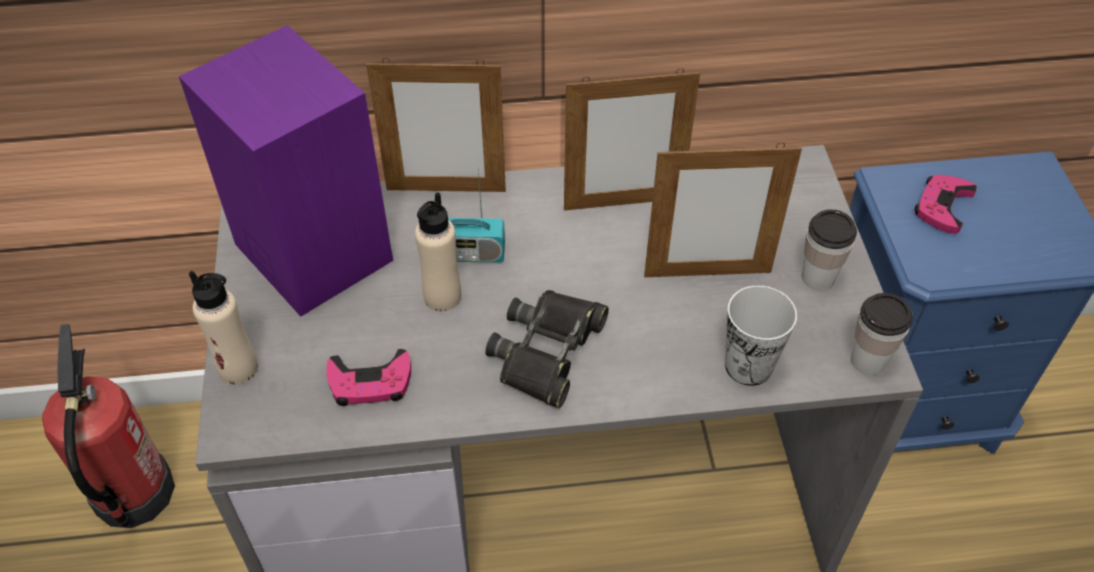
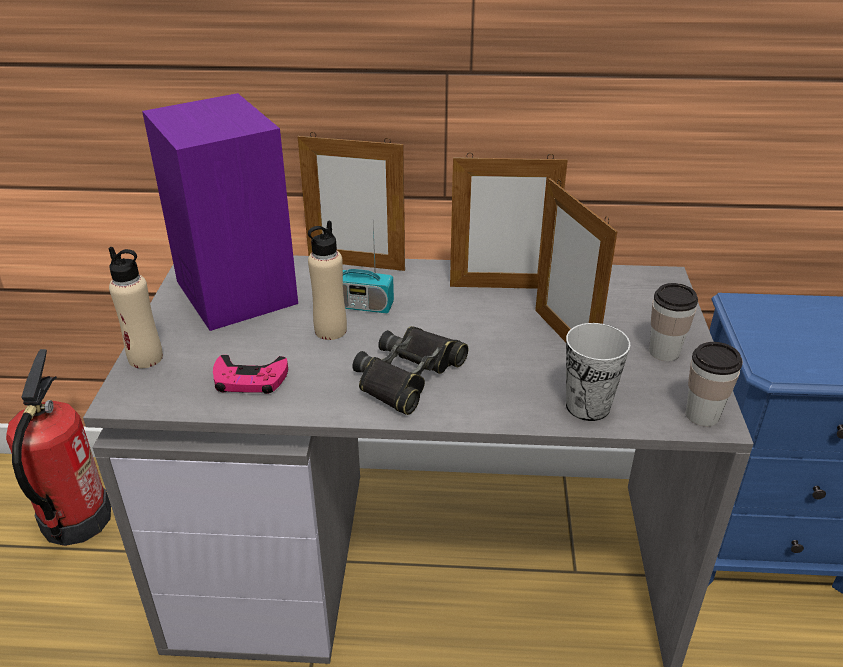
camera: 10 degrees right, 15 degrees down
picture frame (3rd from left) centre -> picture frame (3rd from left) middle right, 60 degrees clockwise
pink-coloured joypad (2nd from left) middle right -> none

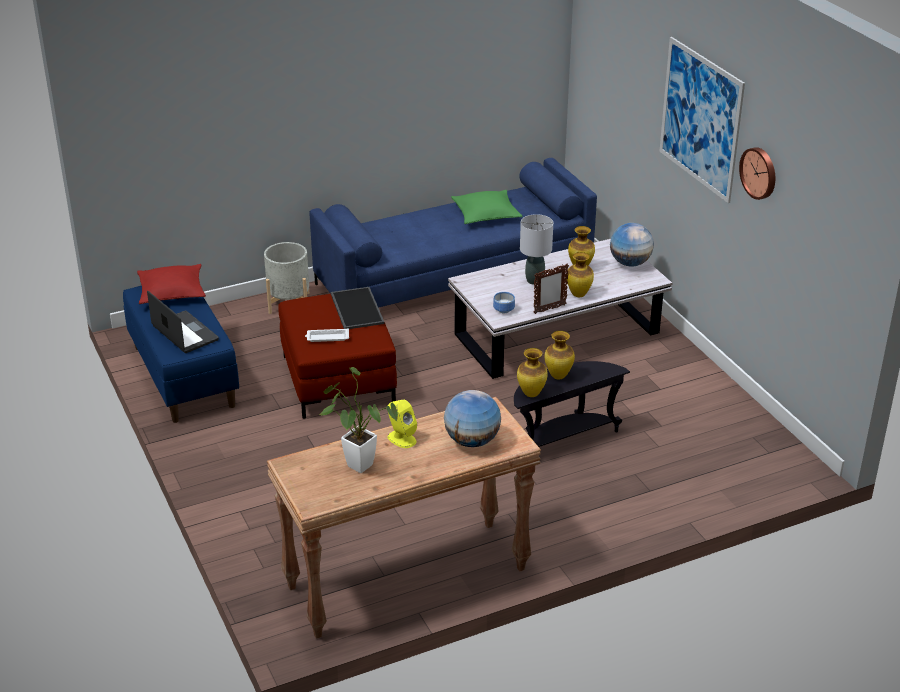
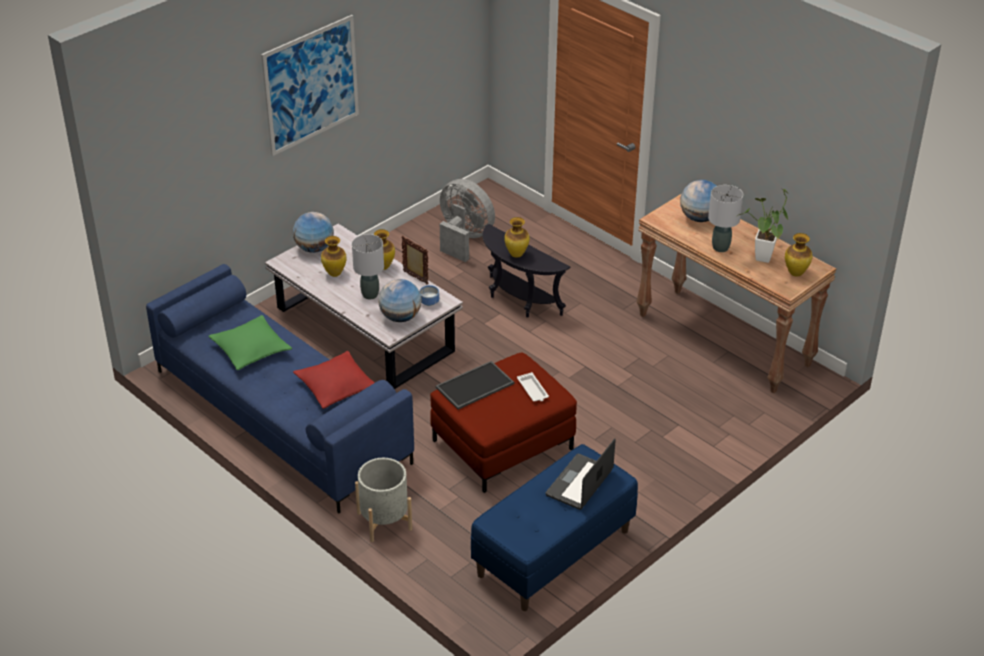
camera: 110 degrees left, 5 degrees up
red pillow middle left -> red pillow centre, move
yellow audio speaker centre -> grey lamp for a table (2nd from left) top right
decorative vase (1st from left in the first image) centre -> decorative vase (4th from left) middle right, move
hanging clock top right -> none
none -> globe (2nd from left) centre
none -> grey electric fan centre

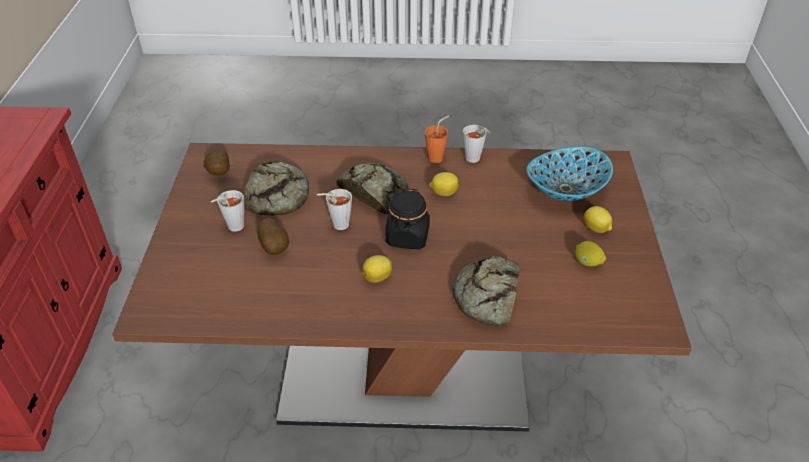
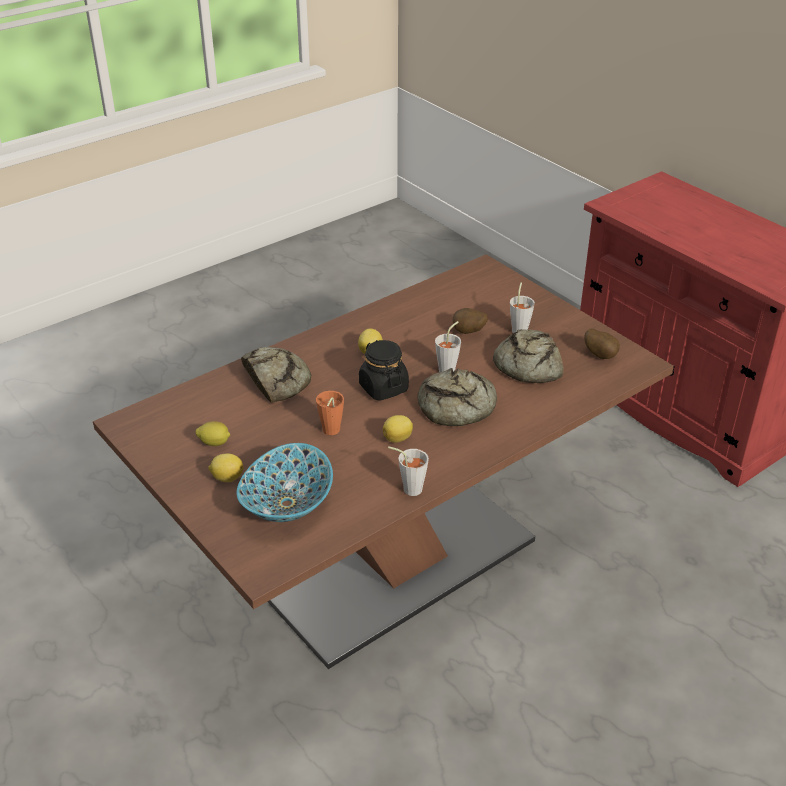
camera: 140 degrees right, 5 degrees down
orange drinking cup top centre -> orange drinking cup centre, move

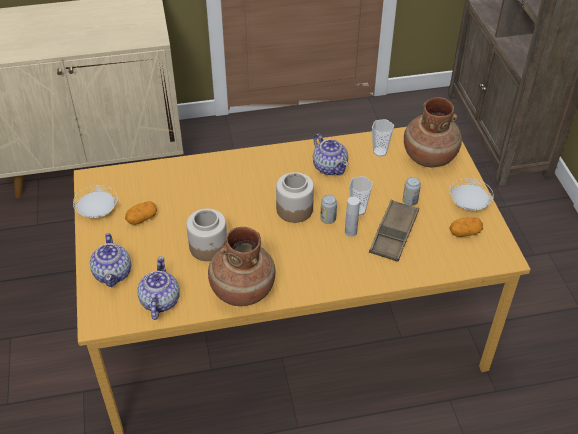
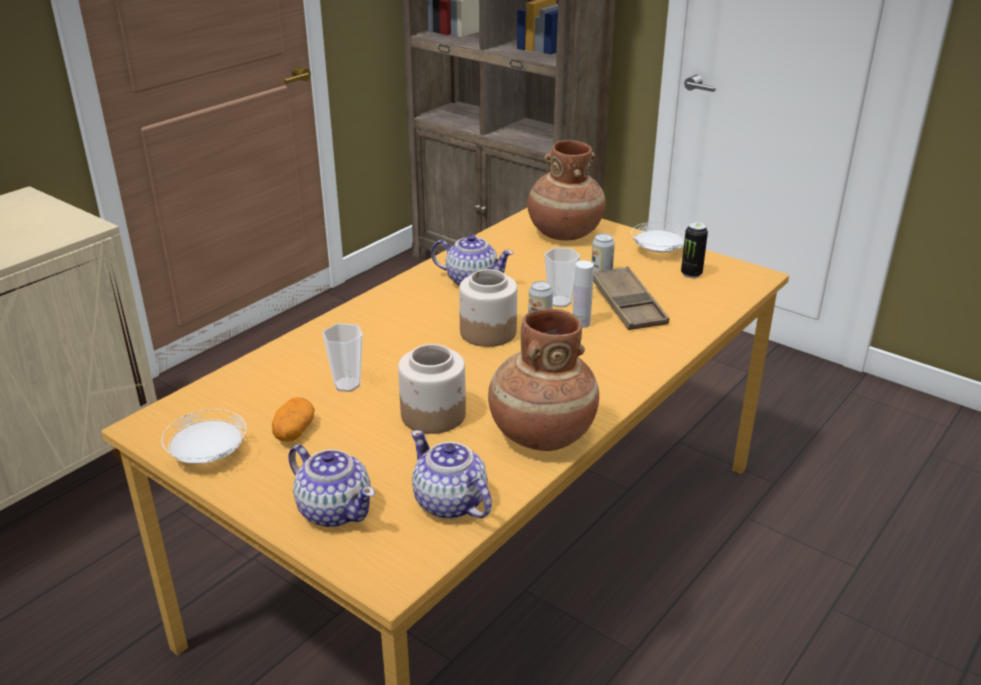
camera: 40 degrees left, 15 degrees down
drinking cup (2nd from left in the first image) top centre -> drinking cup (1st from left) centre, move
potato (2nd from left) middle right -> sealed can (3rd from left) middle right

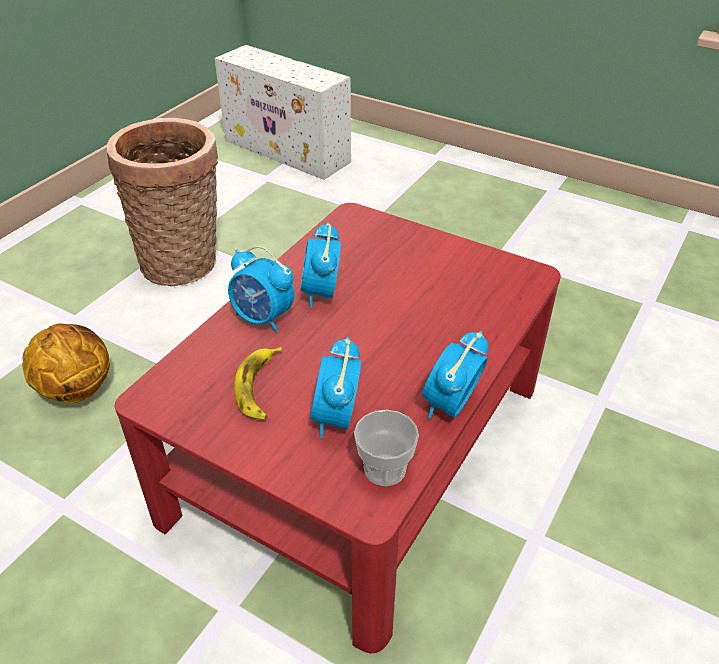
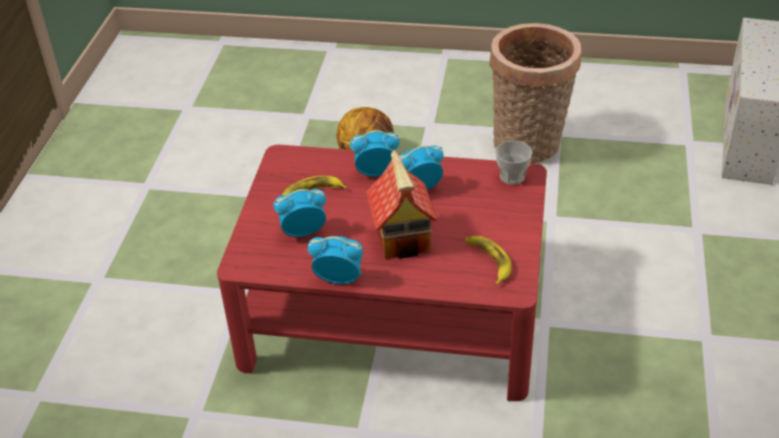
camera: 70 degrees right, 0 degrees up
table clock (1st from left in the first image) centre -> table clock (3rd from left) centre, 75 degrees clockwise
drinking cup bottom centre -> drinking cup centre, move
none -> toy house centre
none -> whole banana (2nd from left) centre

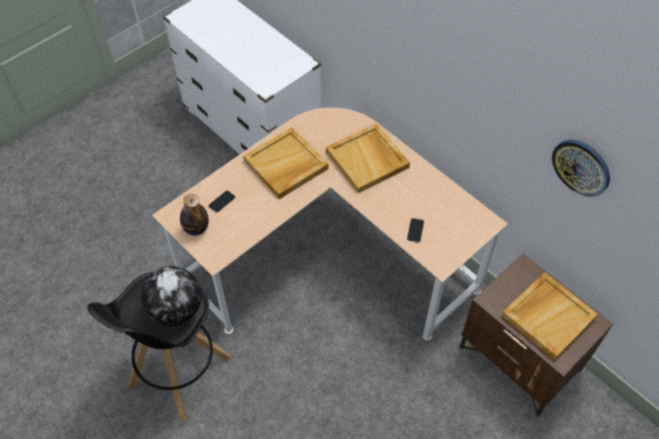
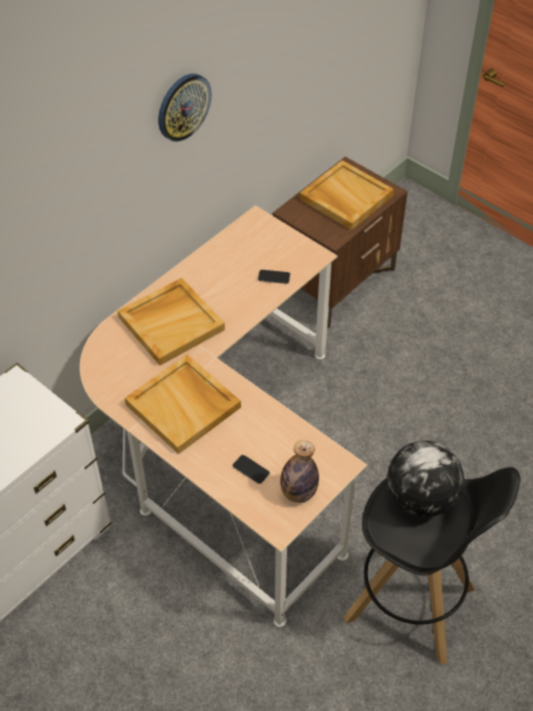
camera: 95 degrees left, 5 degrees down
hanging clock middle right -> hanging clock top centre, move

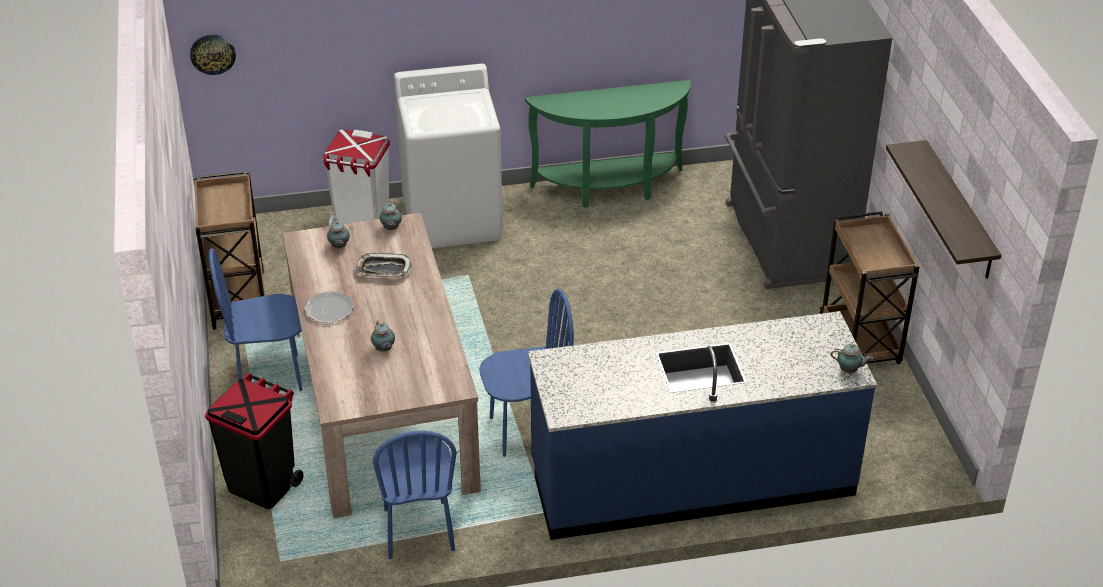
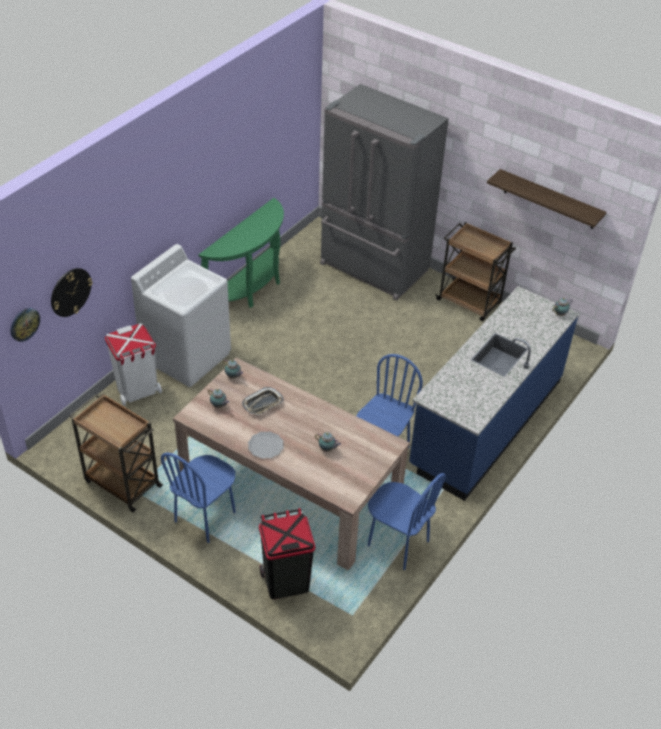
camera: 45 degrees left, 5 degrees up
none -> hanging clock (2nd from left) middle left

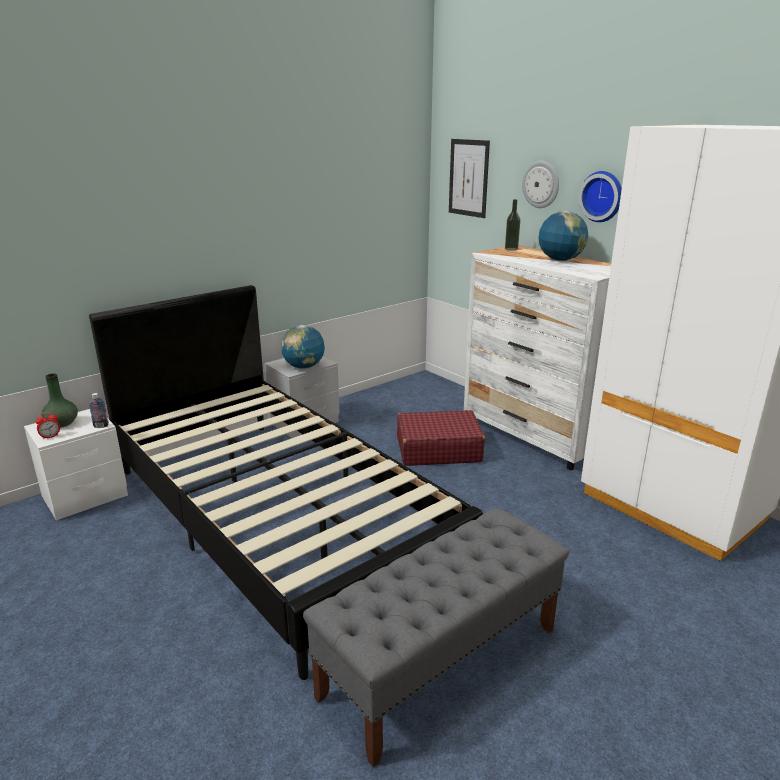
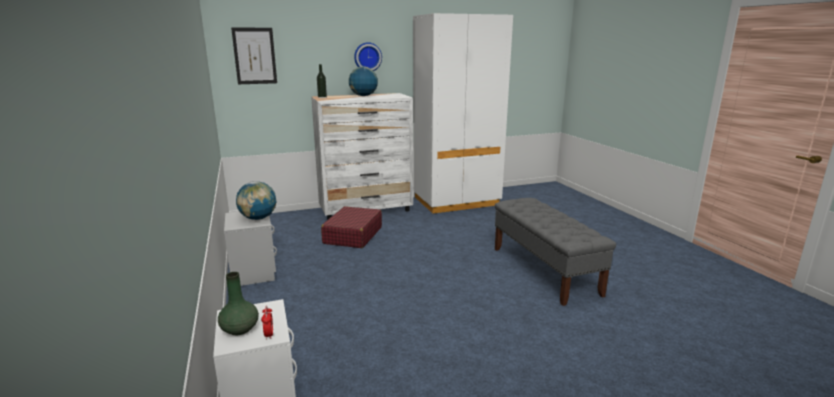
camera: 70 degrees left, 5 degrees down
black-coloured sleeping bed centre -> none
drink bottle (1st from left) middle left -> none
hanging clock (1st from left) top right -> none

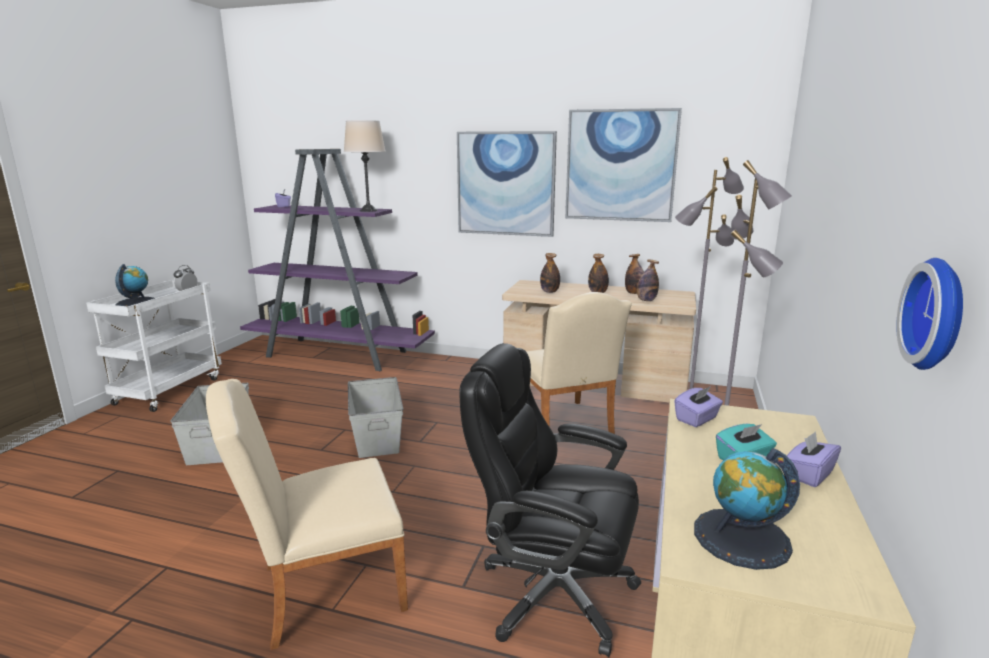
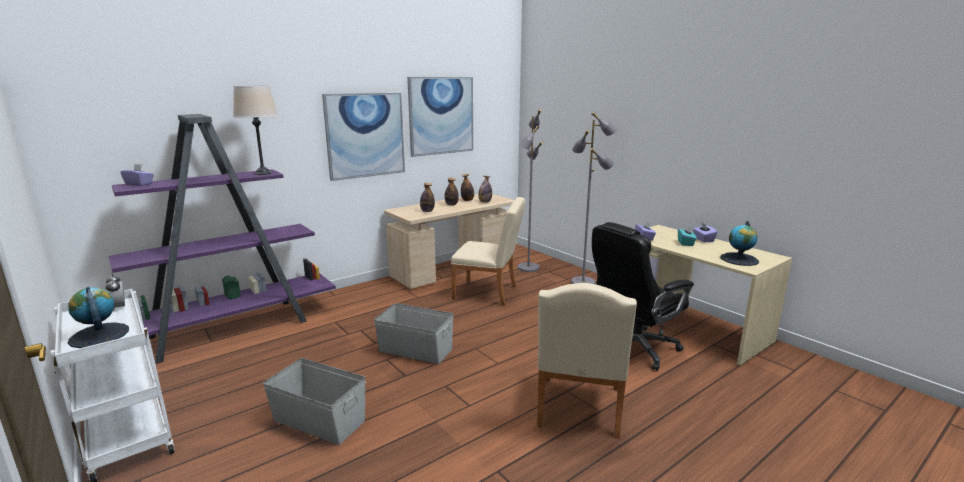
camera: 55 degrees left, 0 degrees up
hanging clock middle right -> none

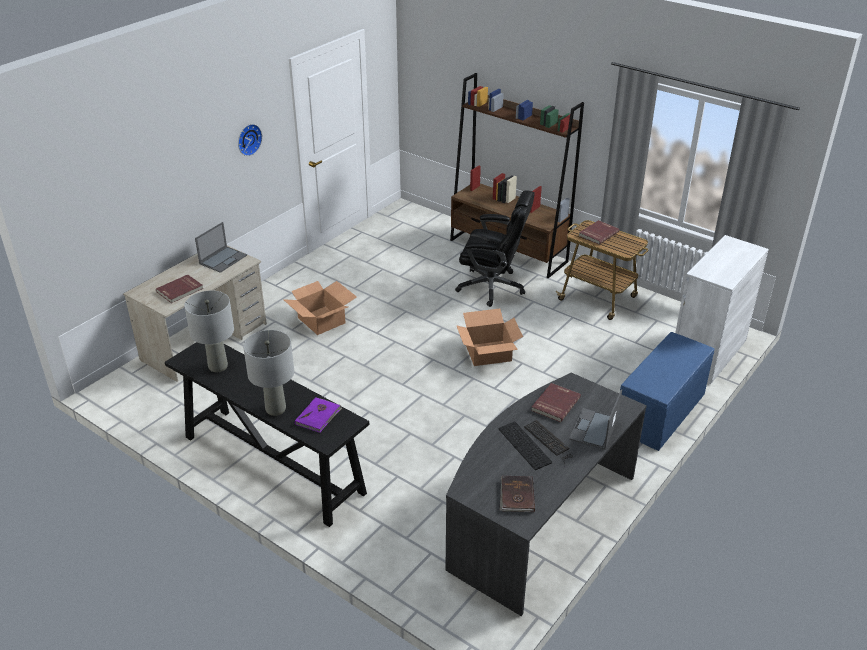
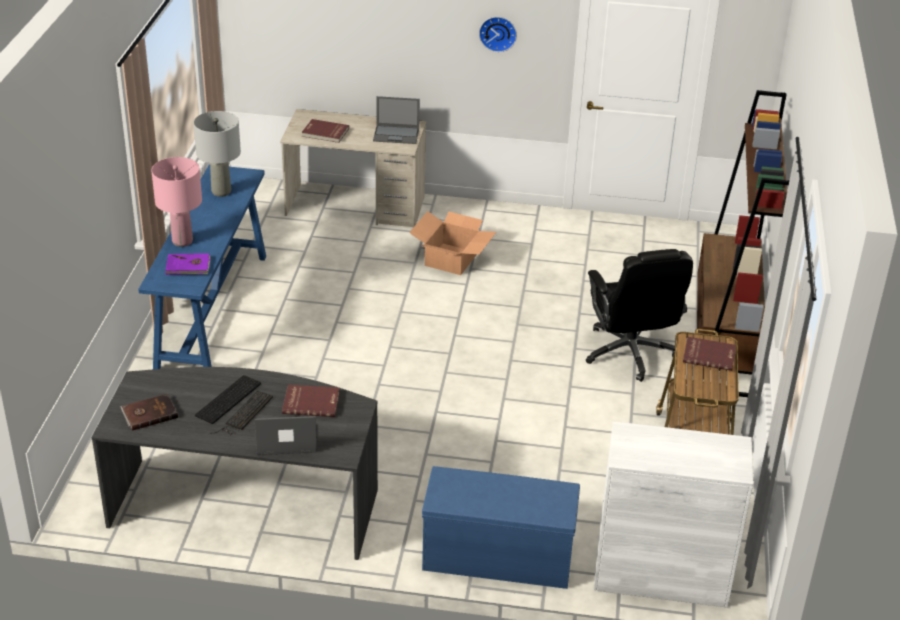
camera: 60 degrees right, 0 degrees up
black-coloured console table bottom left -> blue-coloured console table middle left
grey lamp for a table (2nd from left) middle left -> pink-coloured lamp for a table top left
cardboard box (2nd from left) centre -> none

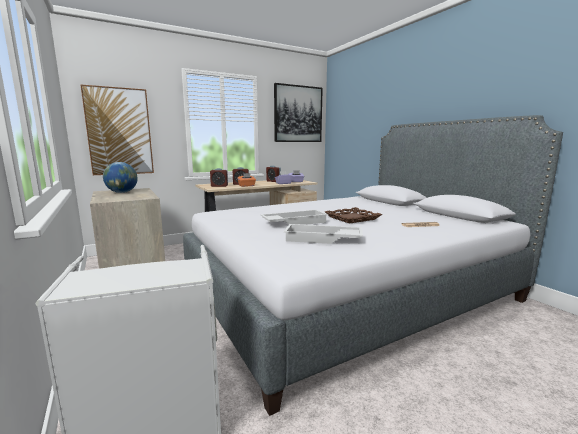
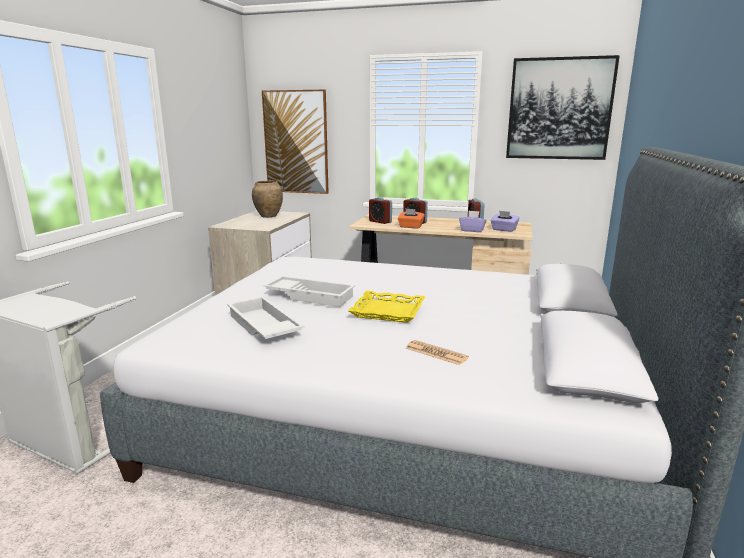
camera: 45 degrees right, 5 degrees up
globe middle left -> brown decorative vase centre
brown carrying tray centre -> yellow carrying tray centre

